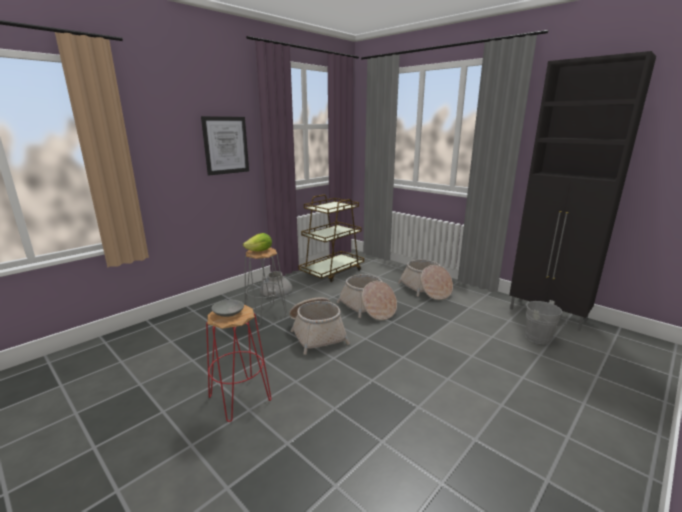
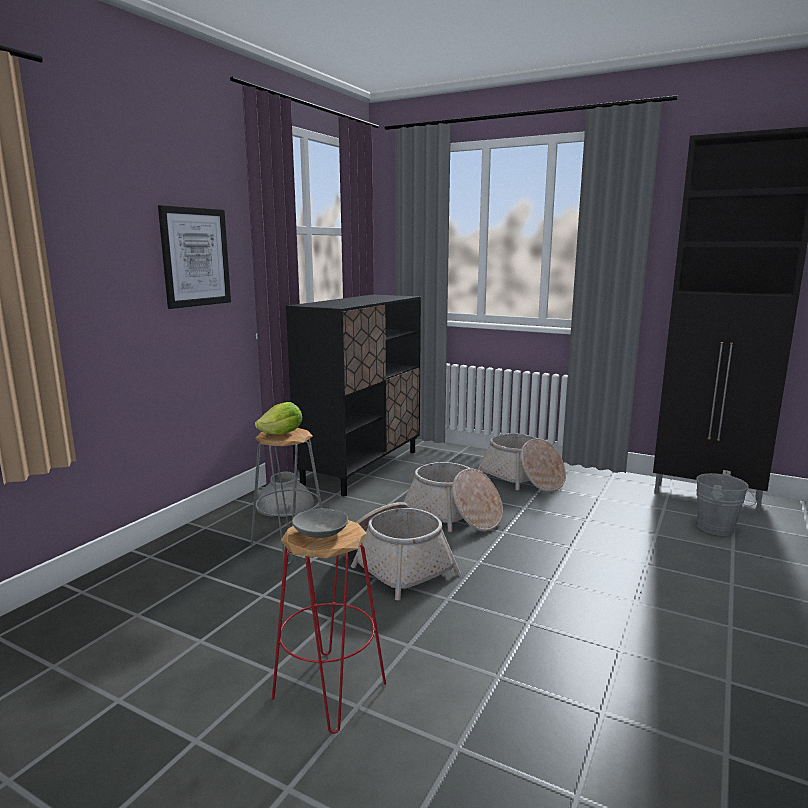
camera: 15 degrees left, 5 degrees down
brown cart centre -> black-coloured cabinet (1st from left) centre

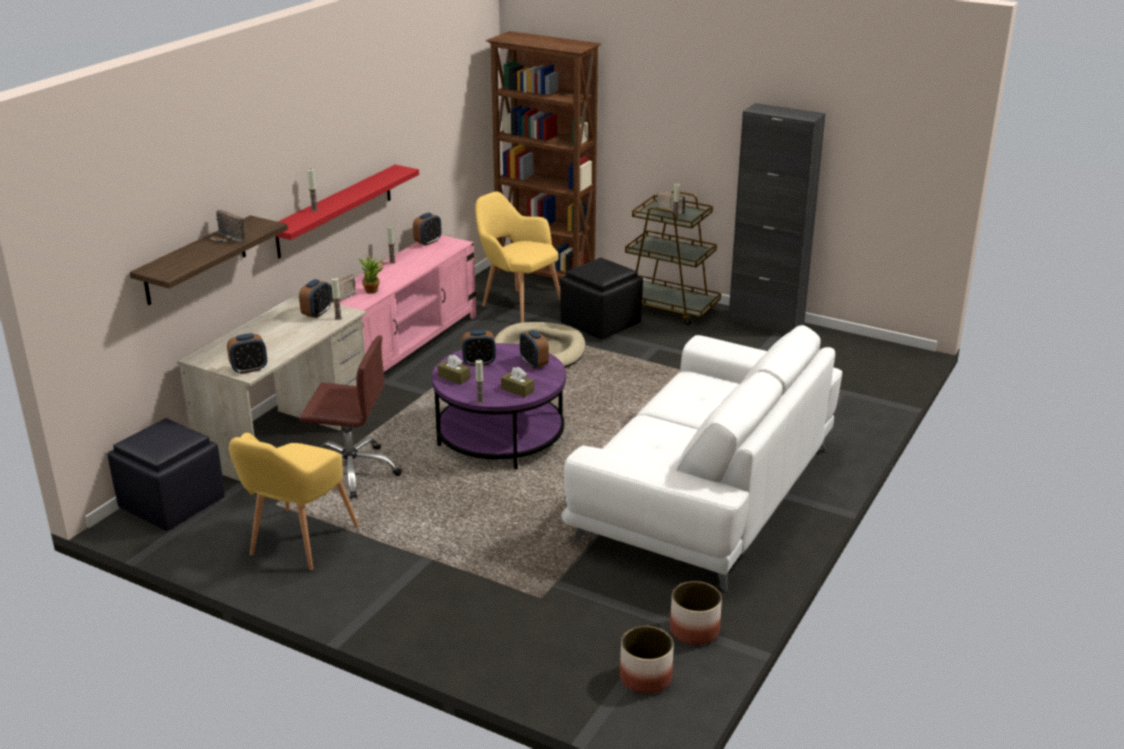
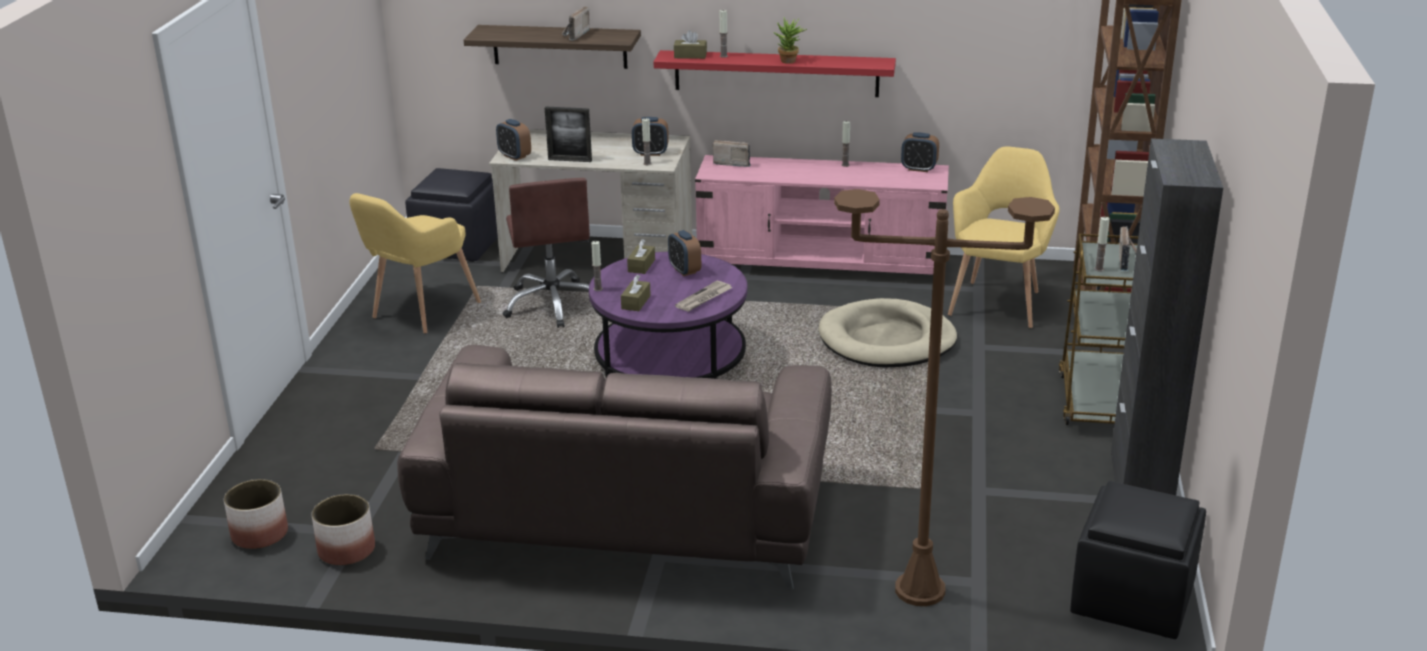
camera: 70 degrees right, 0 degrees up
yellow easy chair (1st from left) bottom left -> yellow easy chair (1st from left) middle left, 60 degrees counterclockwise
houseplant middle left -> houseplant top centre, move
table clock (5th from left) centre -> printed paper centre
black-coloured pouffe (2nd from left) centre -> black-coloured pouffe (2nd from left) bottom right, move
white-coloured sofa centre -> brown sofa bottom centre
none -> picture frame top centre
none -> brown tissue holder (3rd from left) top centre
none -> brown standard lamp centre

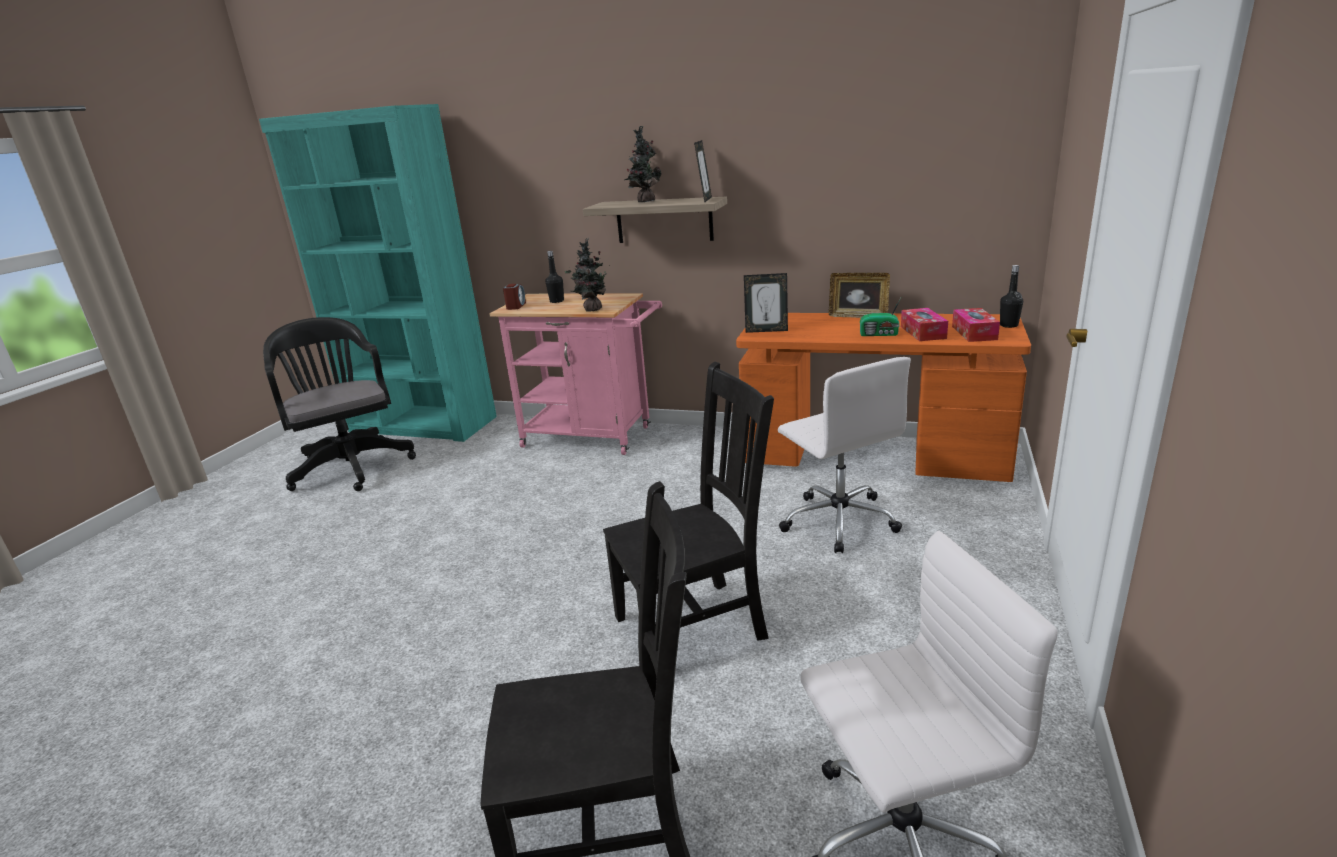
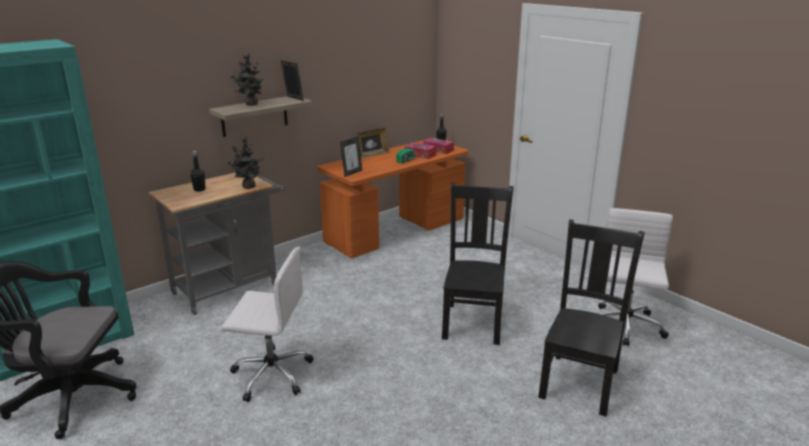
camera: 60 degrees left, 0 degrees up
pink-coloured cart centre -> grey cart middle left
table clock centre -> none
white-coloured office chair (1st from left) centre -> white-coloured office chair (1st from left) bottom left, move

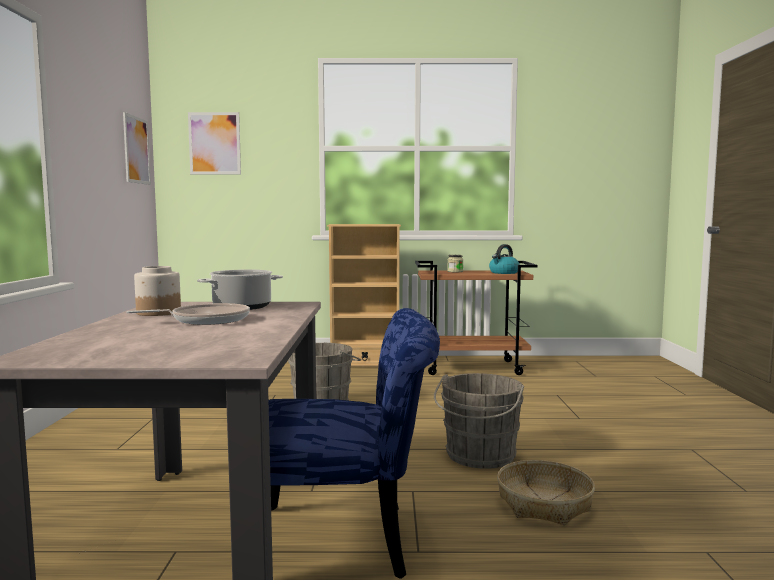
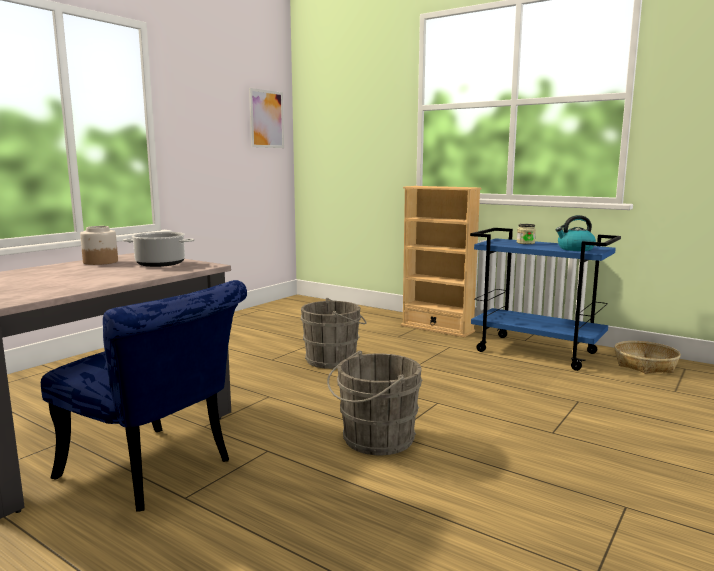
camera: 35 degrees right, 5 degrees up
skillet middle left -> none
wall art (2nd from left) top left -> none
brown cart centre -> blue-coloured cart middle right
household basket bottom right -> household basket middle right, move

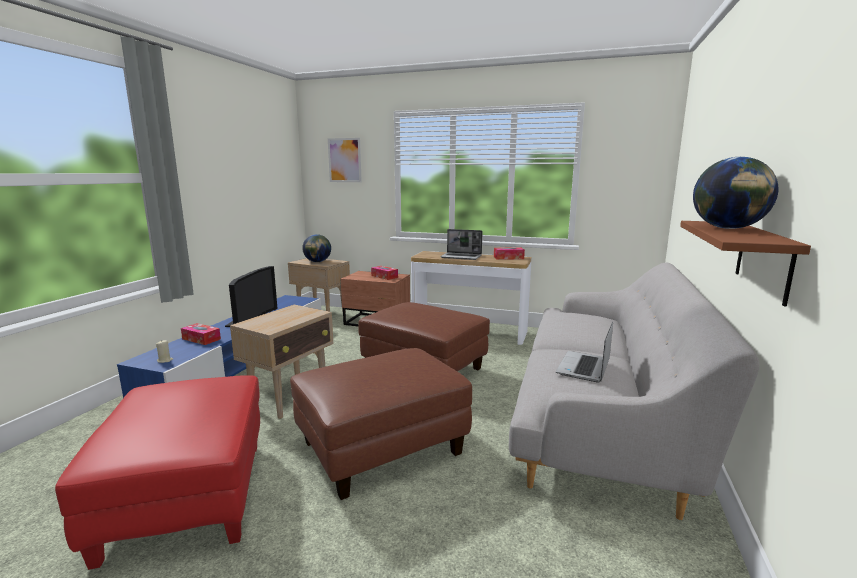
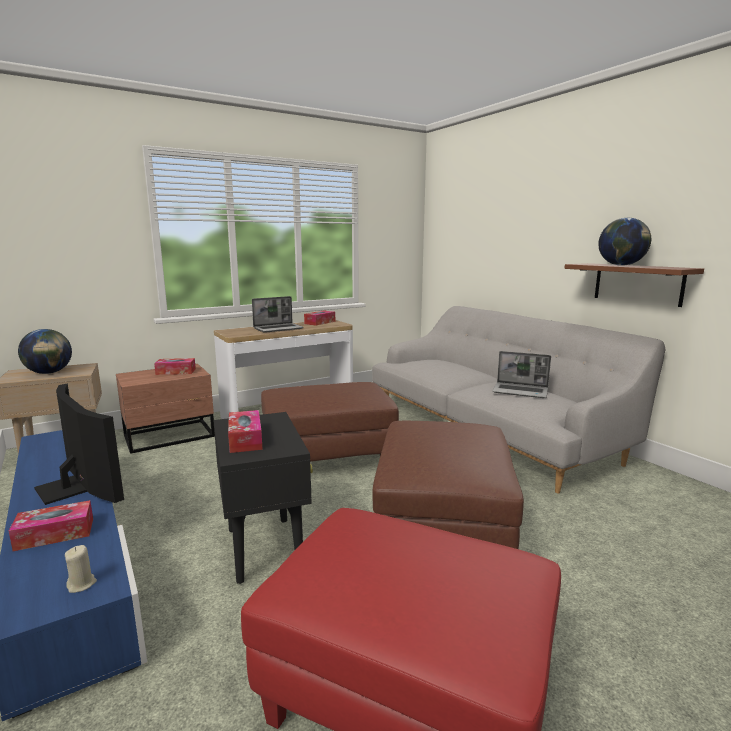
camera: 50 degrees left, 0 degrees up
beige accent table (1st from left) middle left -> black-coloured accent table bottom centre
wall art top centre -> none
portable computer (2nd from left) middle right, 45 degrees counterclockwise
none -> tissue holder (3rd from left) centre

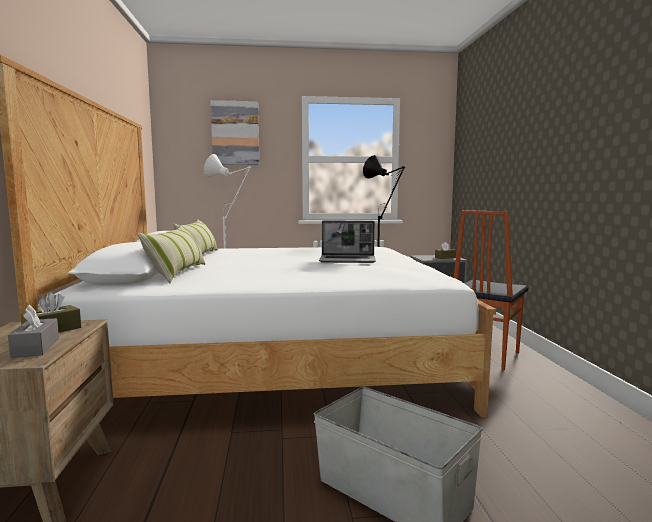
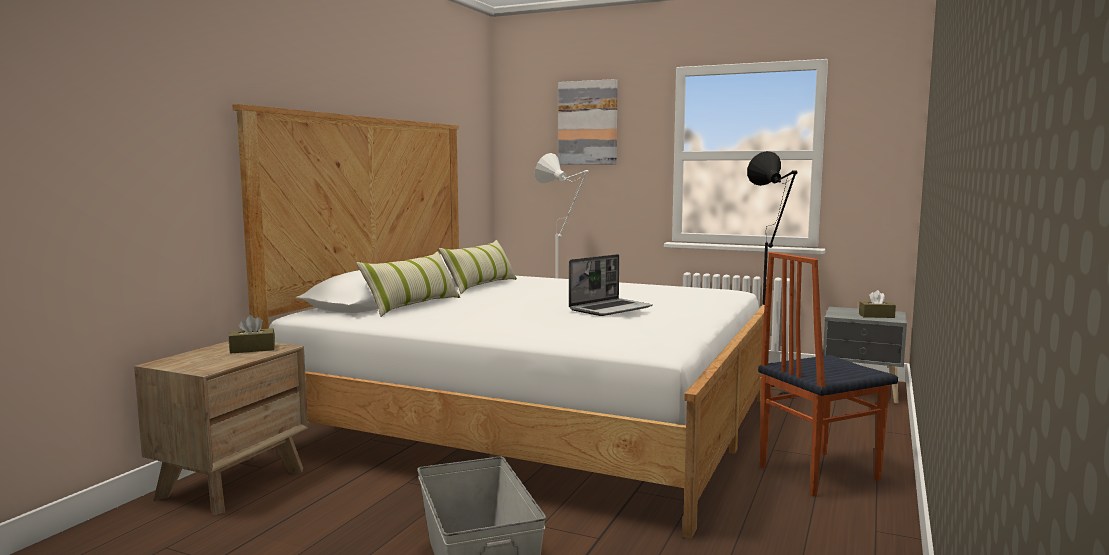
camera: 30 degrees right, 0 degrees up
grey tissue holder middle left -> none
portable computer centre, 75 degrees counterclockwise

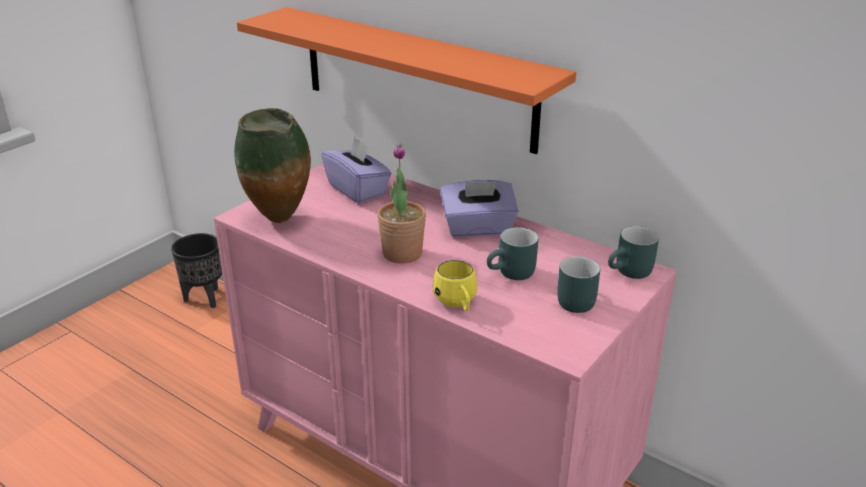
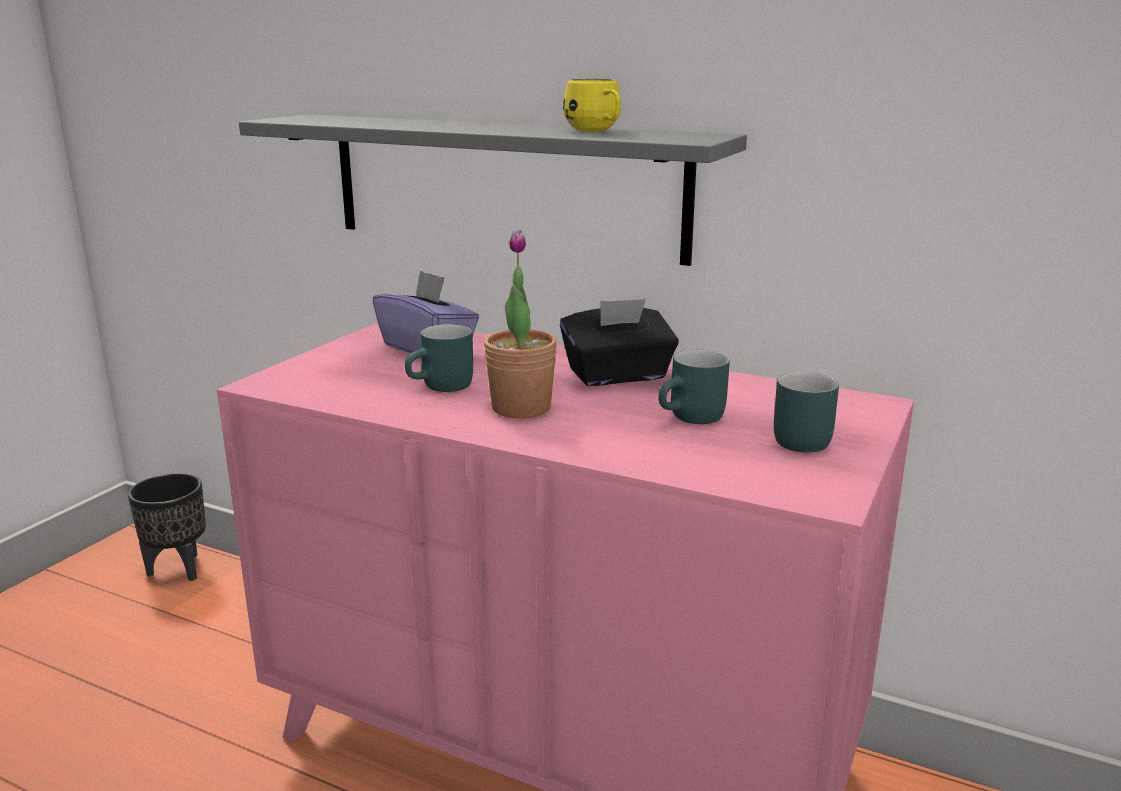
camera: 10 degrees left, 10 degrees down
decorative vase middle left -> none
orange wall shelf top centre -> grey wall shelf top centre
yellow coffee mug centre -> yellow coffee mug top centre, move
purple-coloured tissue holder (2nd from left) centre -> black-coloured tissue holder centre
blue-green coffee mug (3rd from left in the first image) middle right -> blue-green coffee mug (1st from left) centre, move

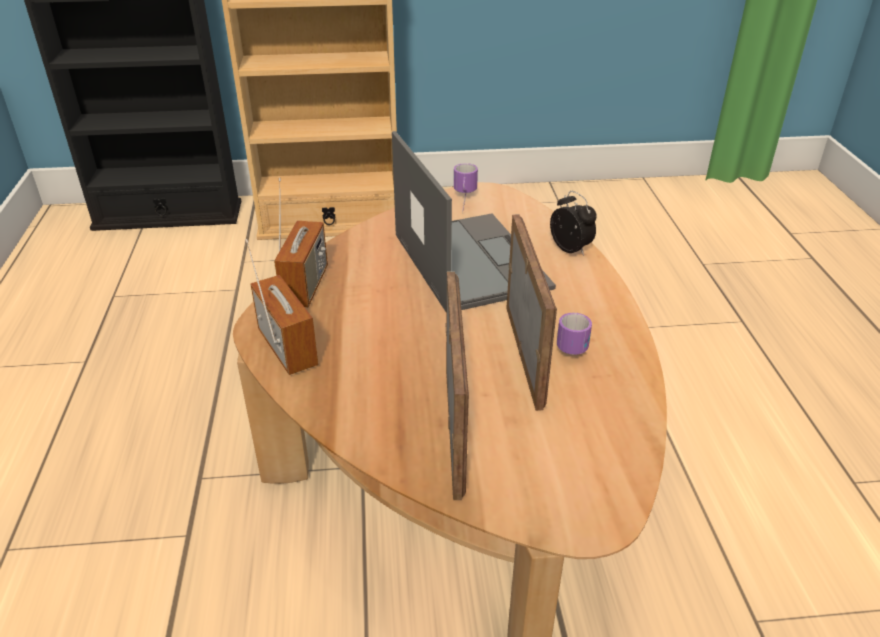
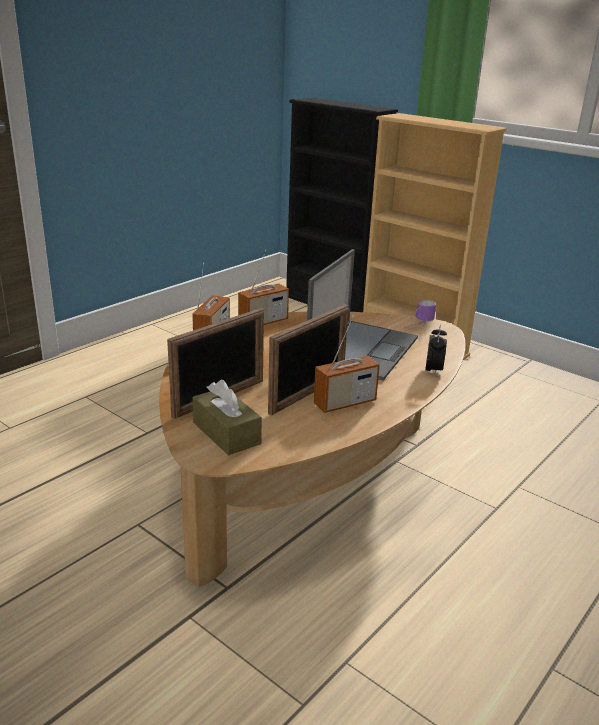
camera: 45 degrees right, 10 degrees down
coffee mug (2nd from left) centre -> radio (3rd from left) centre
none -> brown tissue holder centre

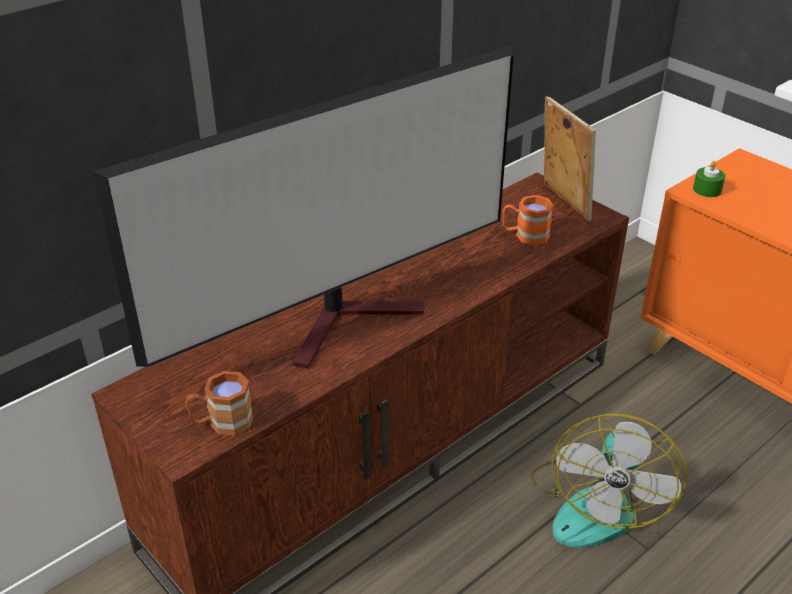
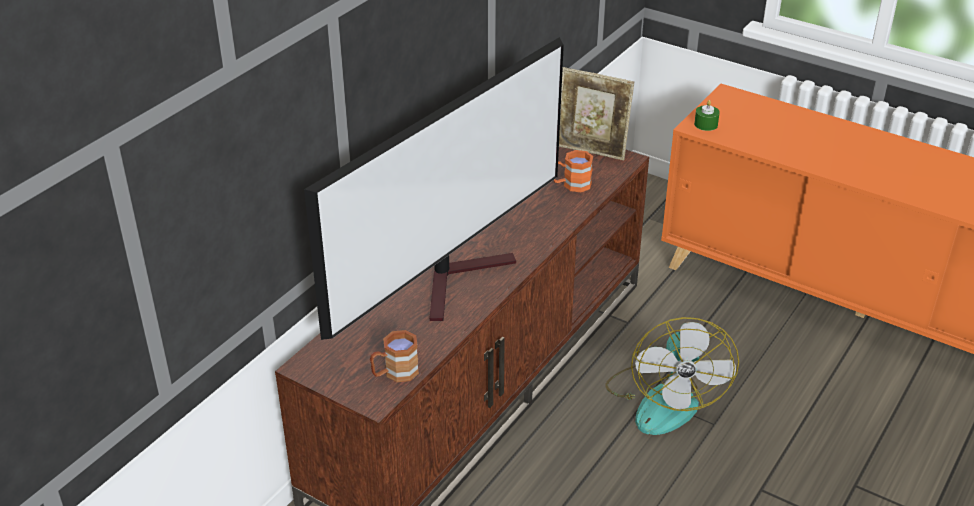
camera: 15 degrees left, 0 degrees up
picture frame top right -> picture frame top centre, 150 degrees clockwise

